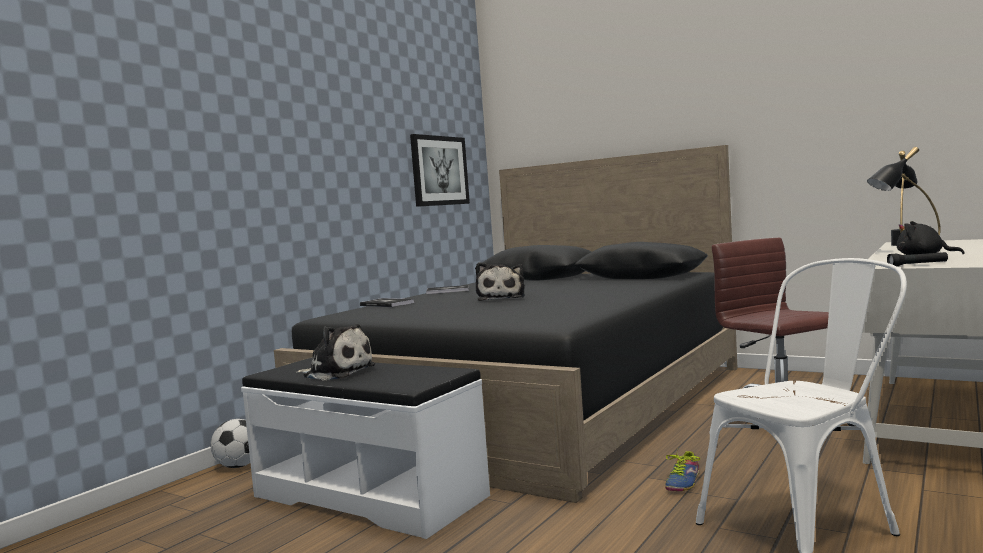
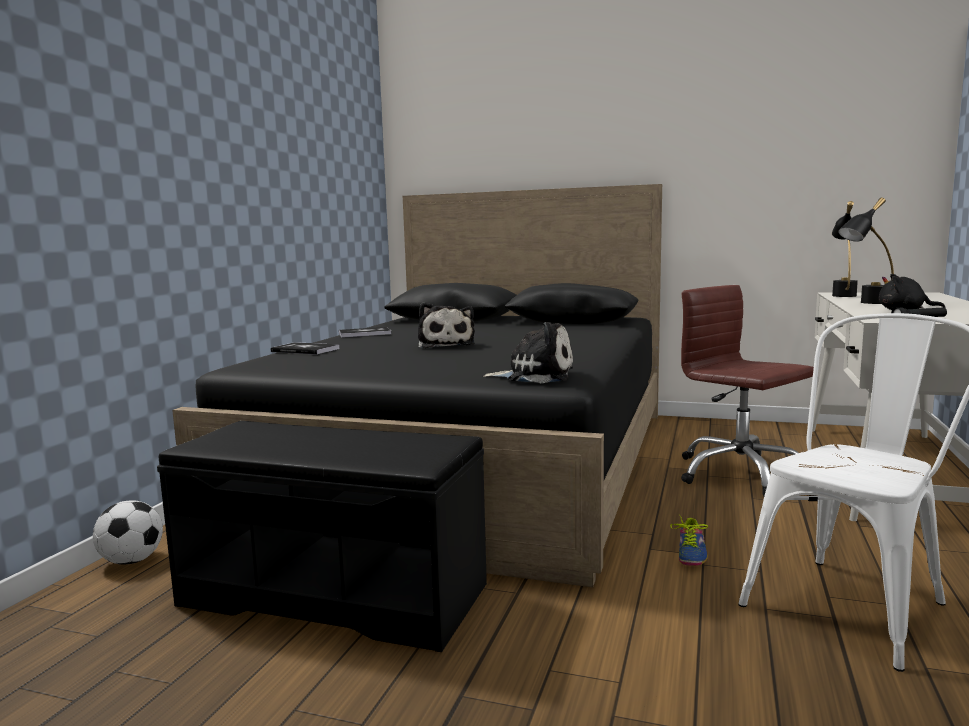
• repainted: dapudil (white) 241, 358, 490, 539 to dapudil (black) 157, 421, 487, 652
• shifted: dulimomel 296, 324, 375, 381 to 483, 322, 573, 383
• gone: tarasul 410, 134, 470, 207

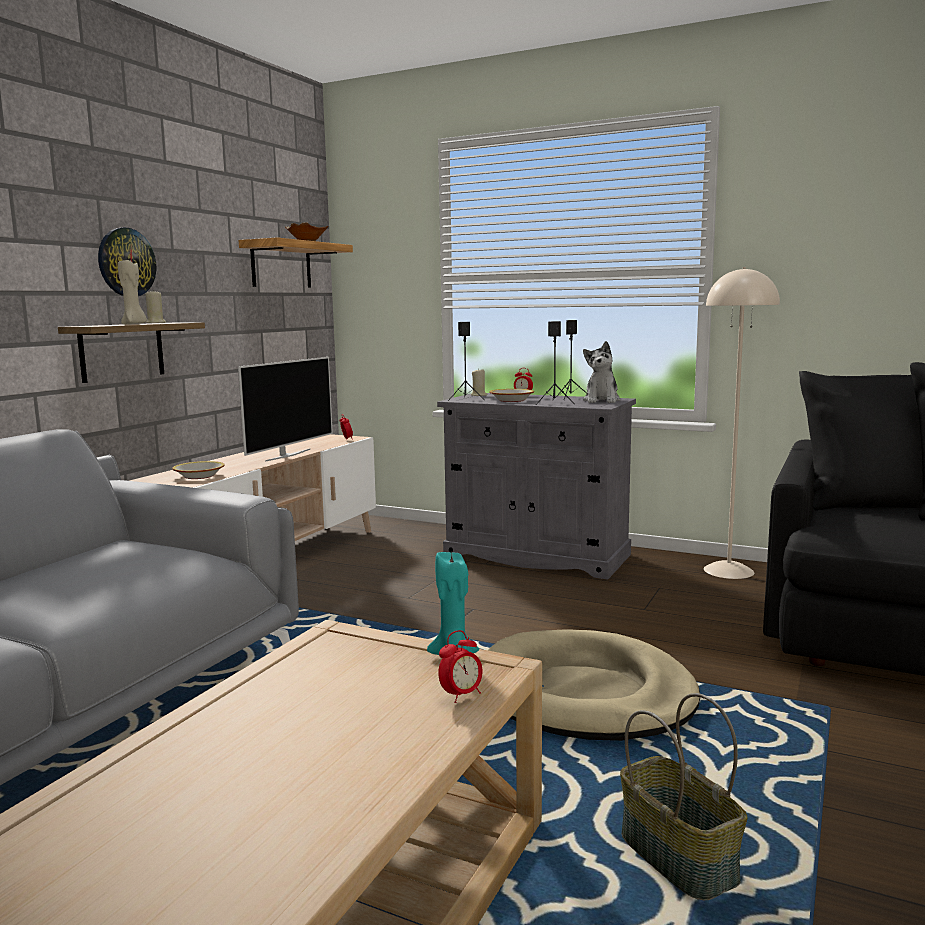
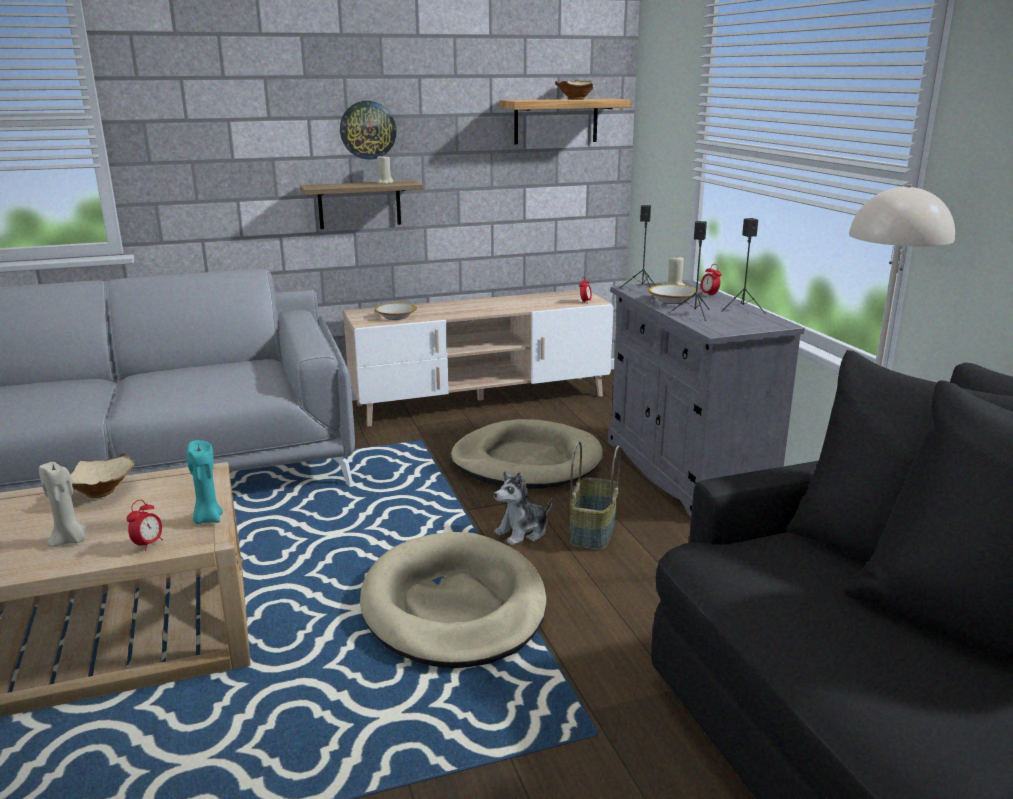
• shifted: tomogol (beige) 118, 260, 147, 324 to 39, 461, 87, 547
• gone: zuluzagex 238, 357, 333, 462
• rotated: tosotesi 438, 630, 483, 703 = 127, 500, 163, 551 75 degrees counterclockwise
• shifted: dulimomel 583, 341, 621, 403 to 494, 471, 552, 545
• shifted: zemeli 620, 693, 747, 900 to 570, 441, 621, 550
• new: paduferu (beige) 70, 453, 135, 498
• new: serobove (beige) 451, 419, 603, 489

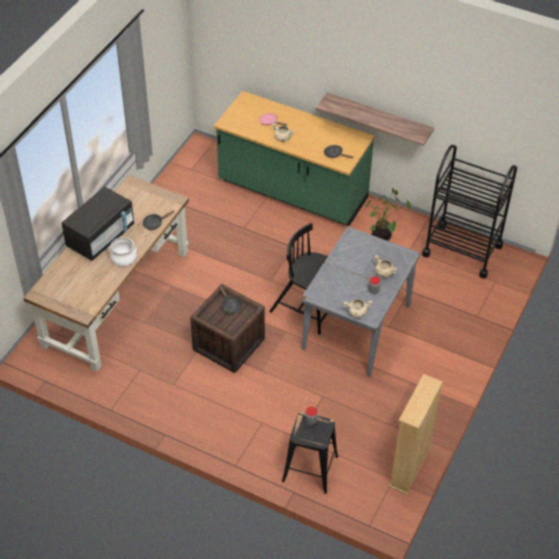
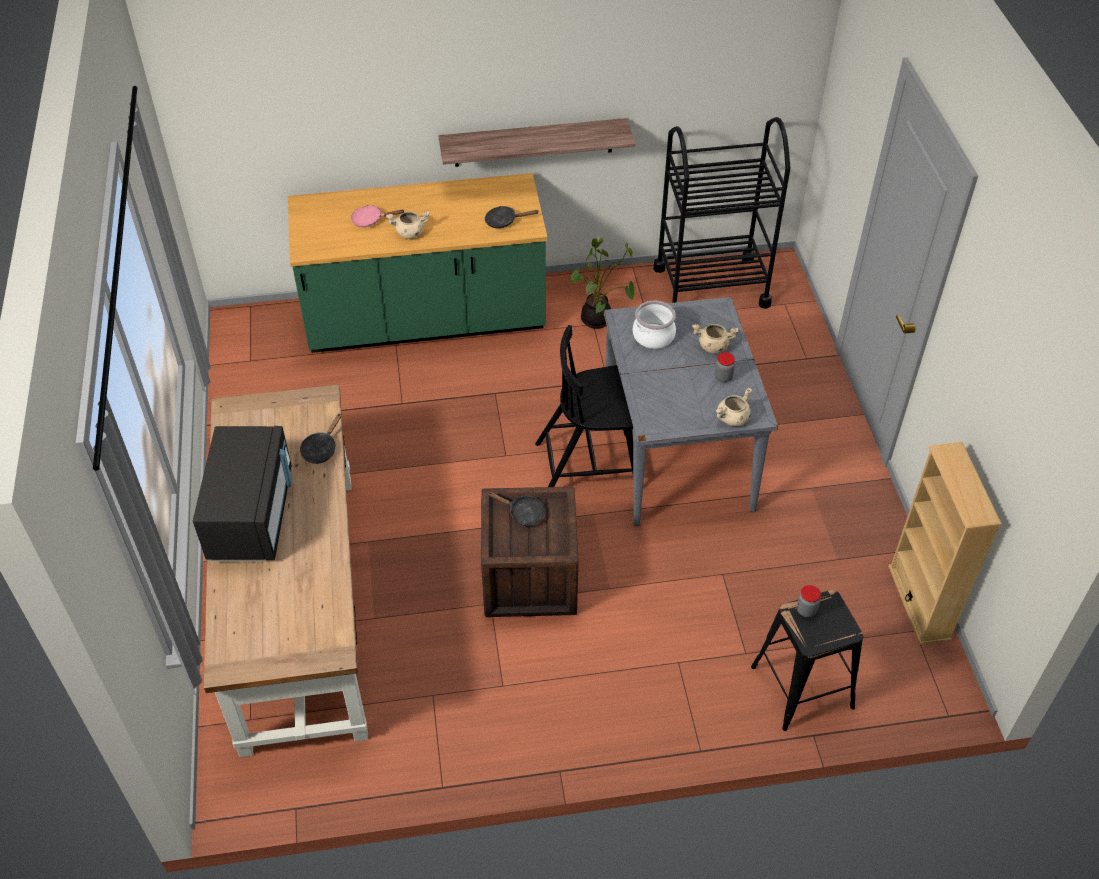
• shifted: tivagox 109, 237, 137, 266 to 633, 301, 676, 349

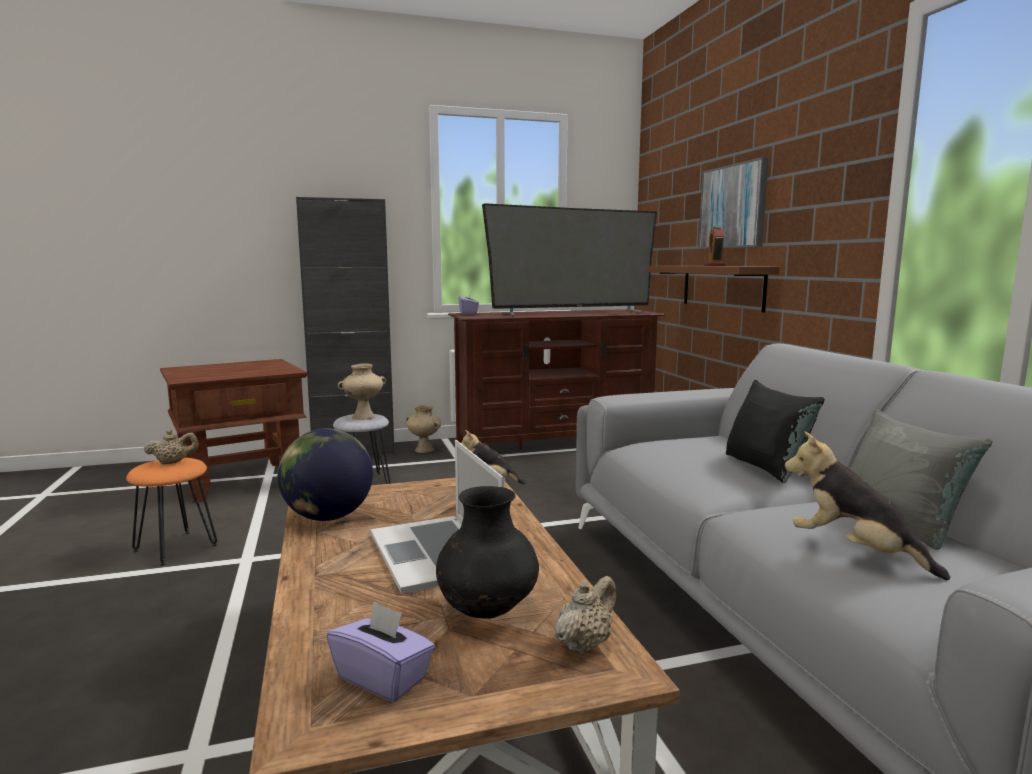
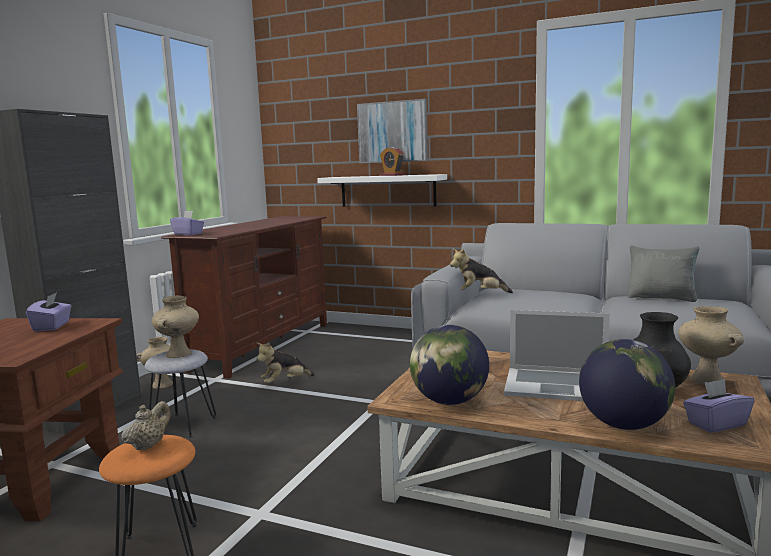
• gone: zuluzagex 482, 203, 657, 317
• swapped: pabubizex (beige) 555, 576, 616, 654 to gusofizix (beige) 678, 306, 744, 385
• repainted: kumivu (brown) 646, 266, 780, 312 to kumivu (white) 317, 174, 447, 207
• gone: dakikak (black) 726, 380, 825, 483
• shifted: dulimomel 784, 431, 950, 580 to 450, 248, 513, 293
• new: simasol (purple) 26, 292, 71, 332
• new: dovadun 579, 339, 675, 430

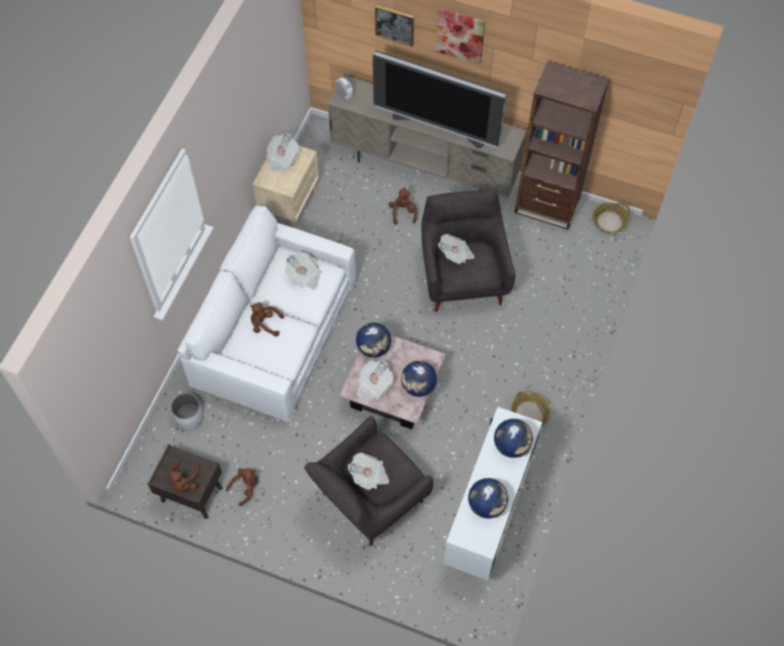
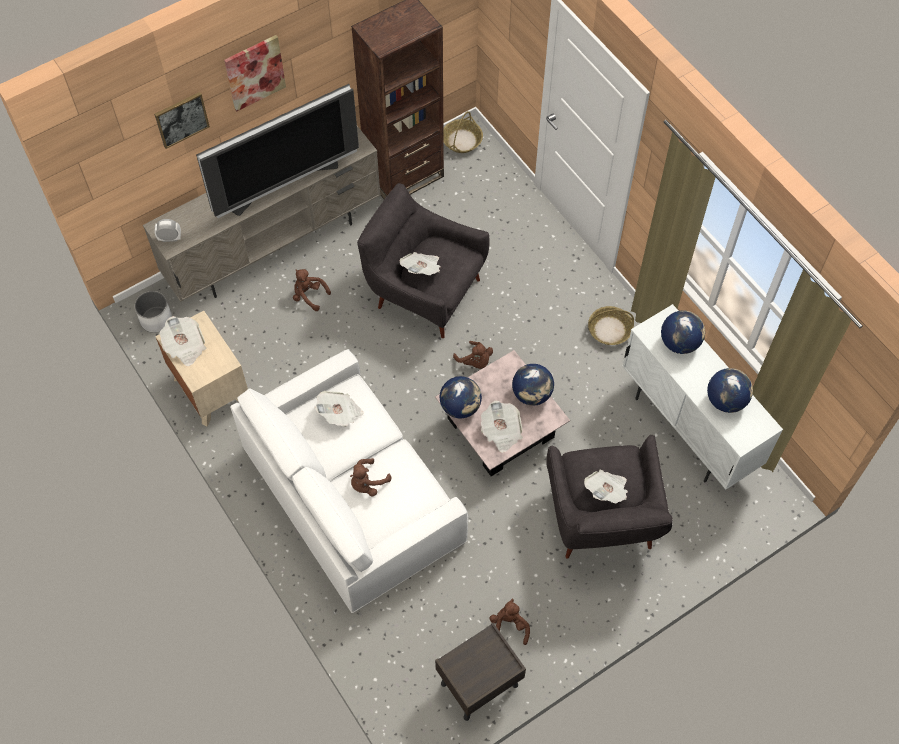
• shifted: dulimomel (brown) 168, 462, 200, 493 to 453, 341, 493, 369
• shifted: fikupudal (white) 171, 393, 203, 429 to 135, 291, 172, 333

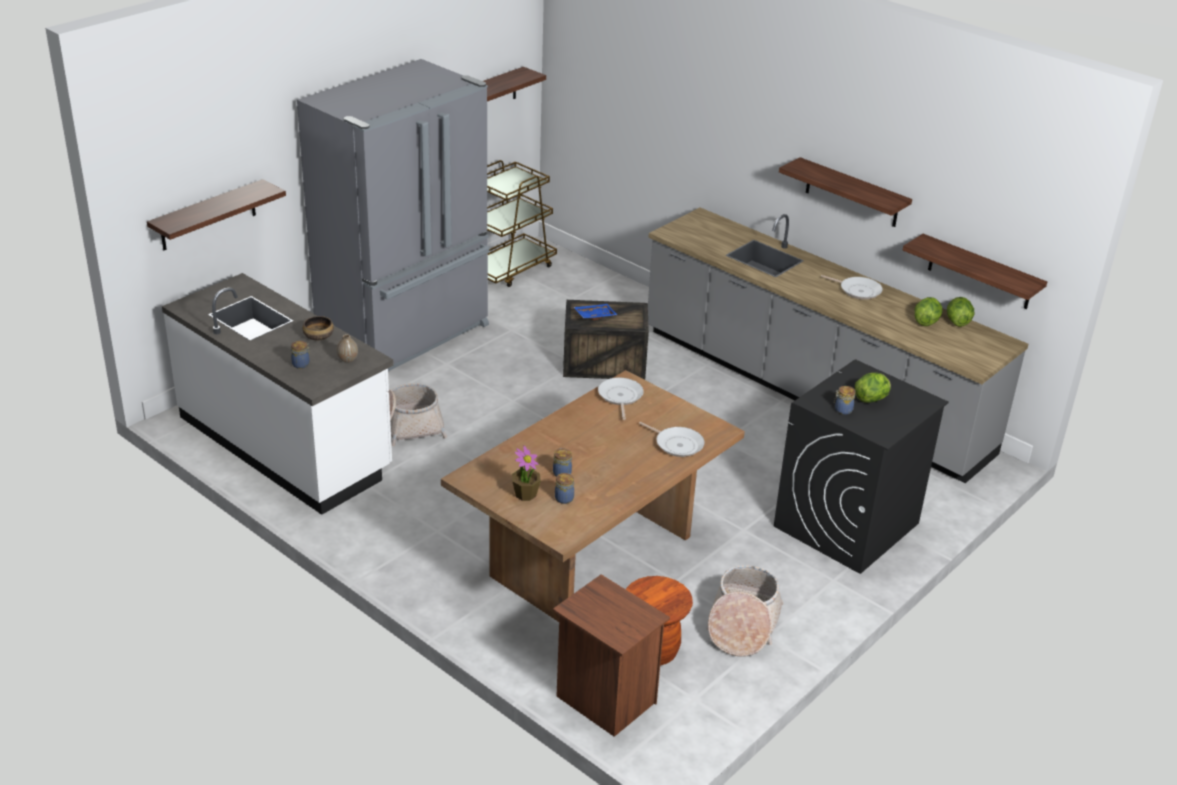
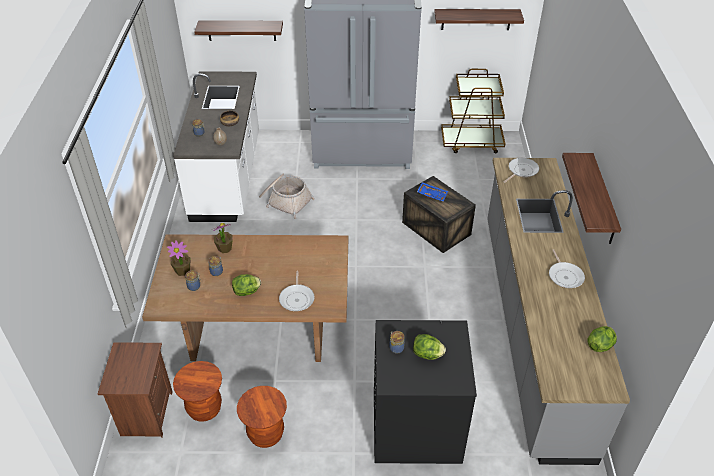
• shifted: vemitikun 598, 377, 644, 420 to 504, 158, 539, 183
• swapped: zemeli 707, 565, 784, 657 to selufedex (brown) 237, 386, 287, 448
• gone: kumivu 903, 234, 1047, 309
• shifted: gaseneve 915, 297, 943, 326 to 232, 274, 261, 296
• new: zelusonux 213, 223, 233, 253

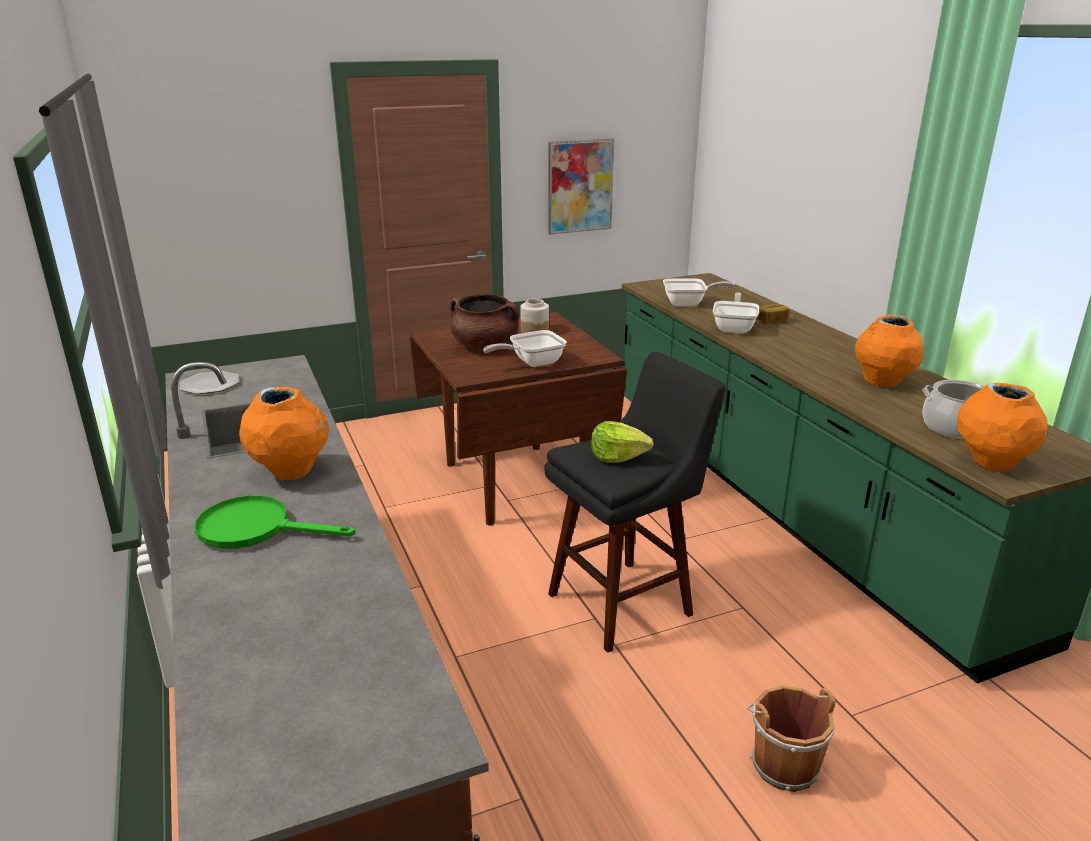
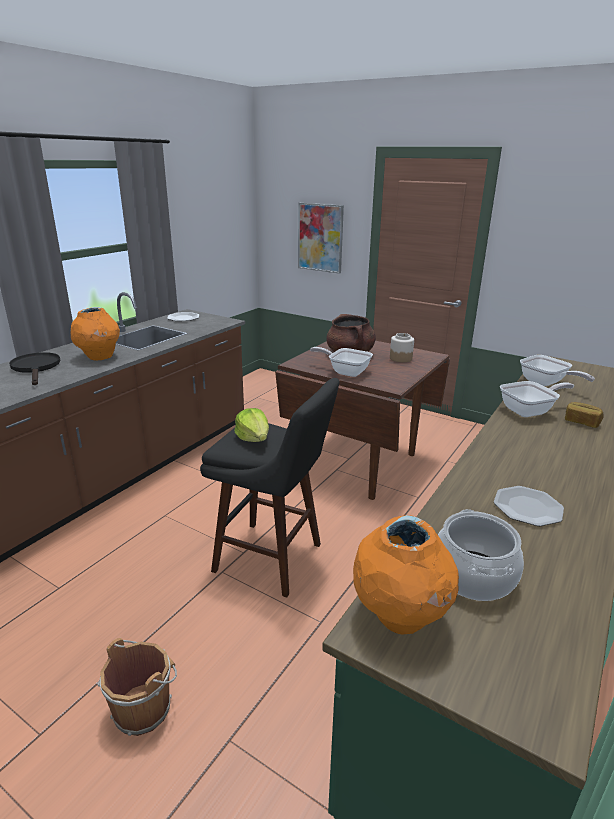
• repainted: vemitikun (green) 195, 495, 356, 549 to vemitikun (black) 9, 352, 60, 385
• shifted: tarasul 548, 138, 614, 235 to 298, 203, 344, 274
• swapped: gusofizix (orange) 855, 315, 923, 387 to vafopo 494, 486, 564, 526

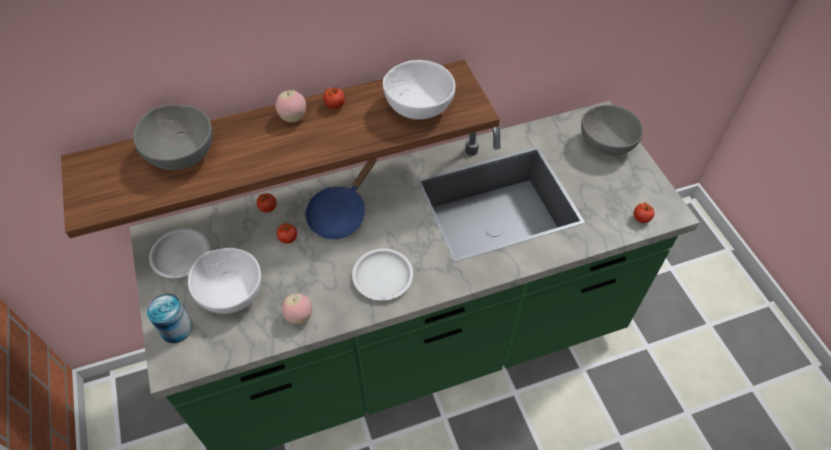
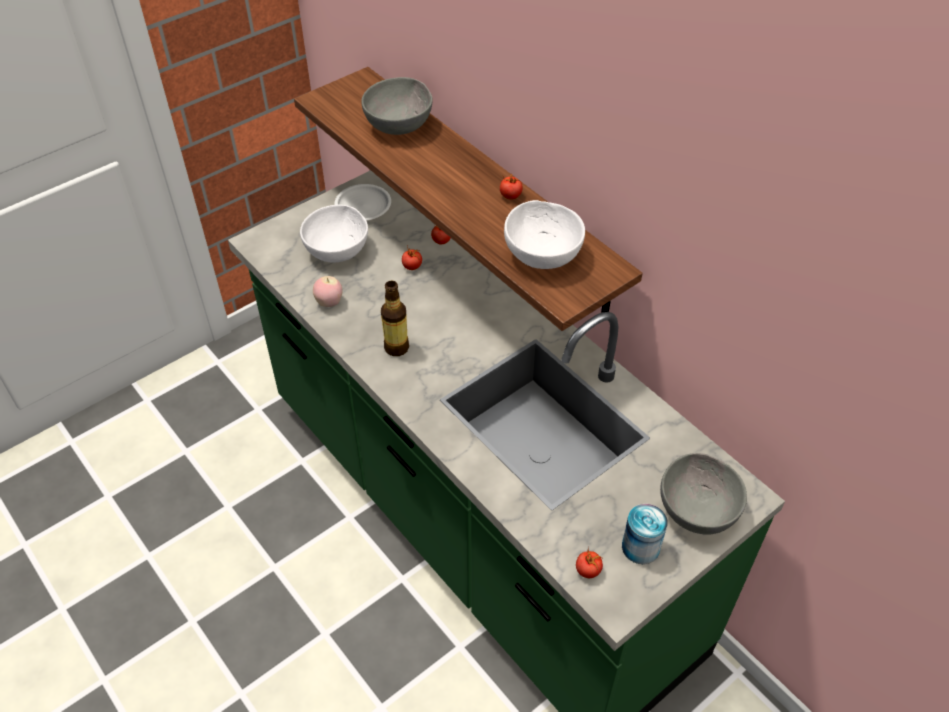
• shifted: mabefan 146, 294, 193, 343 to 622, 504, 668, 564
• gone: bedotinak 275, 90, 306, 122
• gone: vemitikun (blue) 305, 158, 377, 239
• swapped: vafopo (white) 352, 248, 413, 300 to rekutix 381, 281, 409, 356

